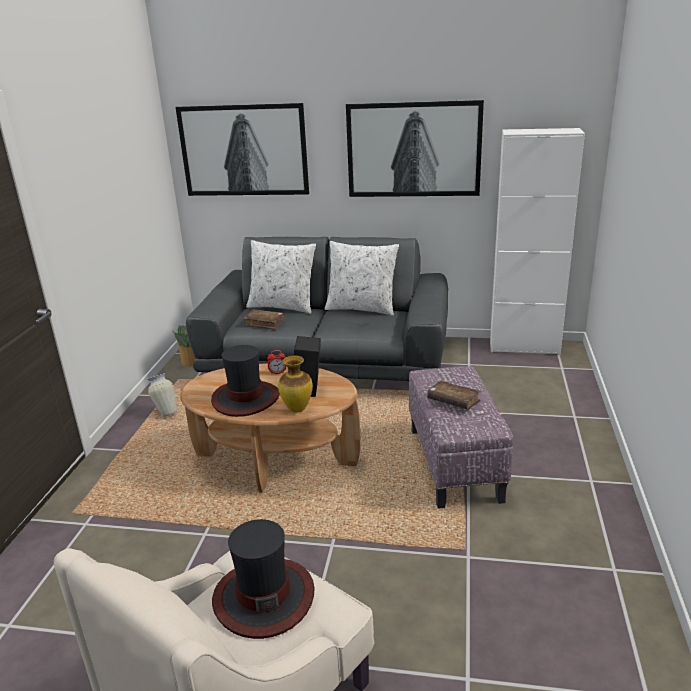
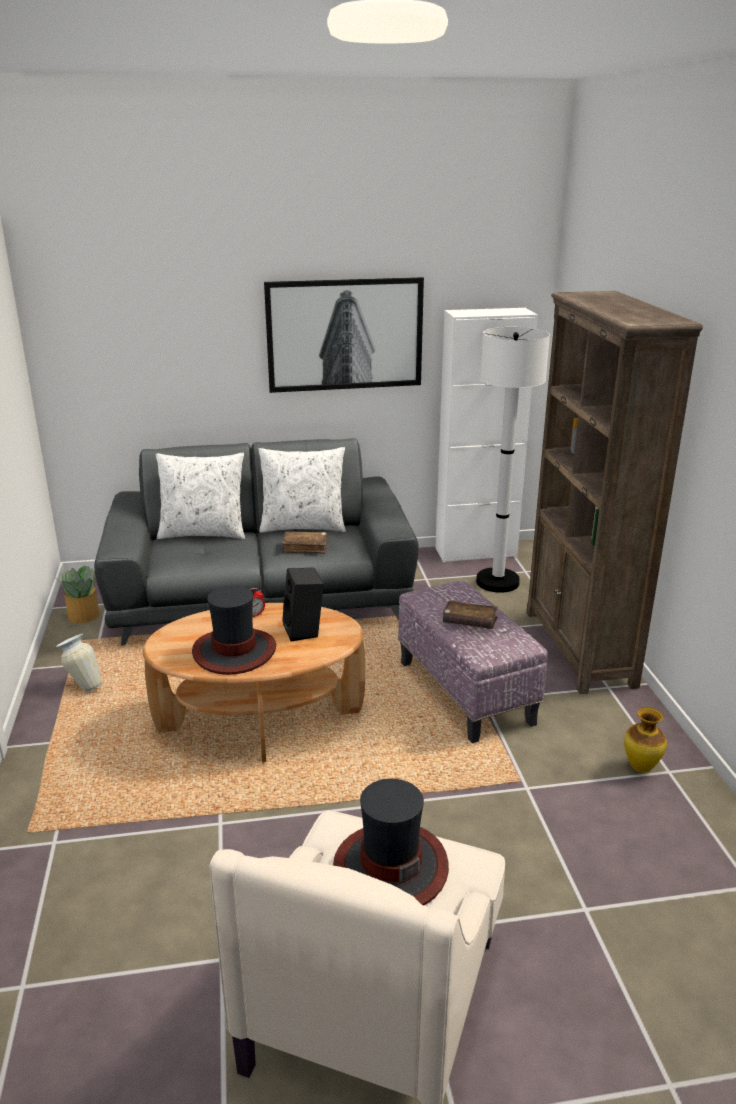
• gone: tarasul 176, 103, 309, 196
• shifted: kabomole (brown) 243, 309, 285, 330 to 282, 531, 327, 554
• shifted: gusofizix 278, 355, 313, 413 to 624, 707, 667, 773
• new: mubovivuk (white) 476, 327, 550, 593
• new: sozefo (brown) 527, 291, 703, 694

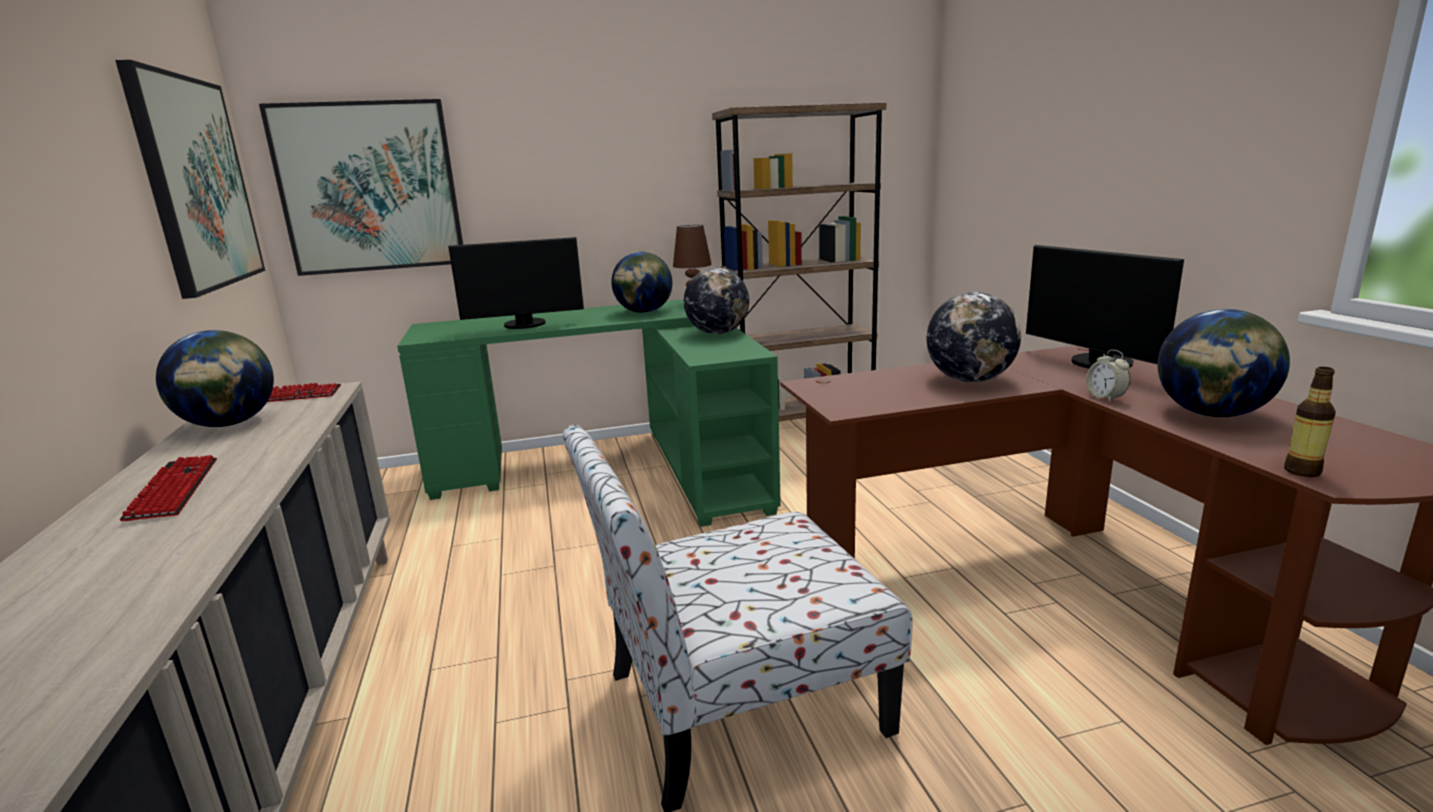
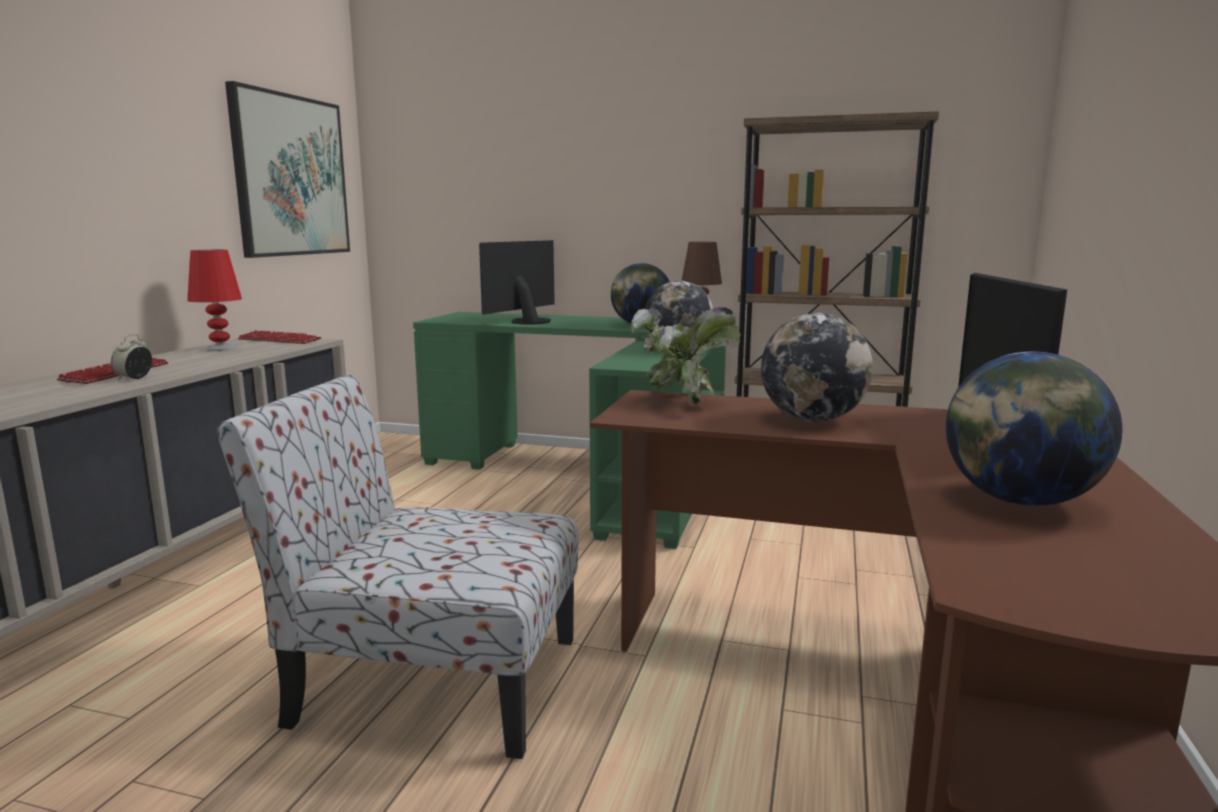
• swapped: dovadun 156, 330, 274, 427 to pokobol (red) 187, 250, 242, 351
• gone: tarasul 259, 99, 463, 276
• rotated: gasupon 448, 237, 584, 329 = 479, 240, 555, 325 105 degrees clockwise
• shifted: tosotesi 1086, 350, 1130, 402 to 111, 334, 152, 380
• gone: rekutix 1284, 367, 1336, 477
• new: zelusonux 631, 307, 741, 404

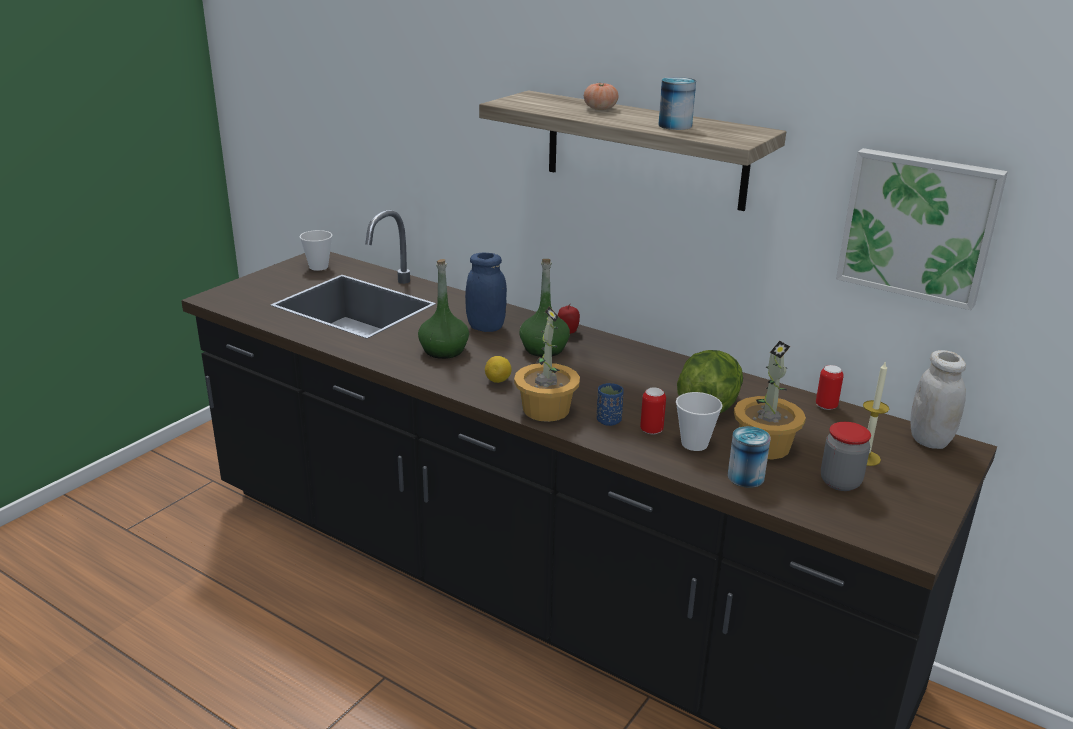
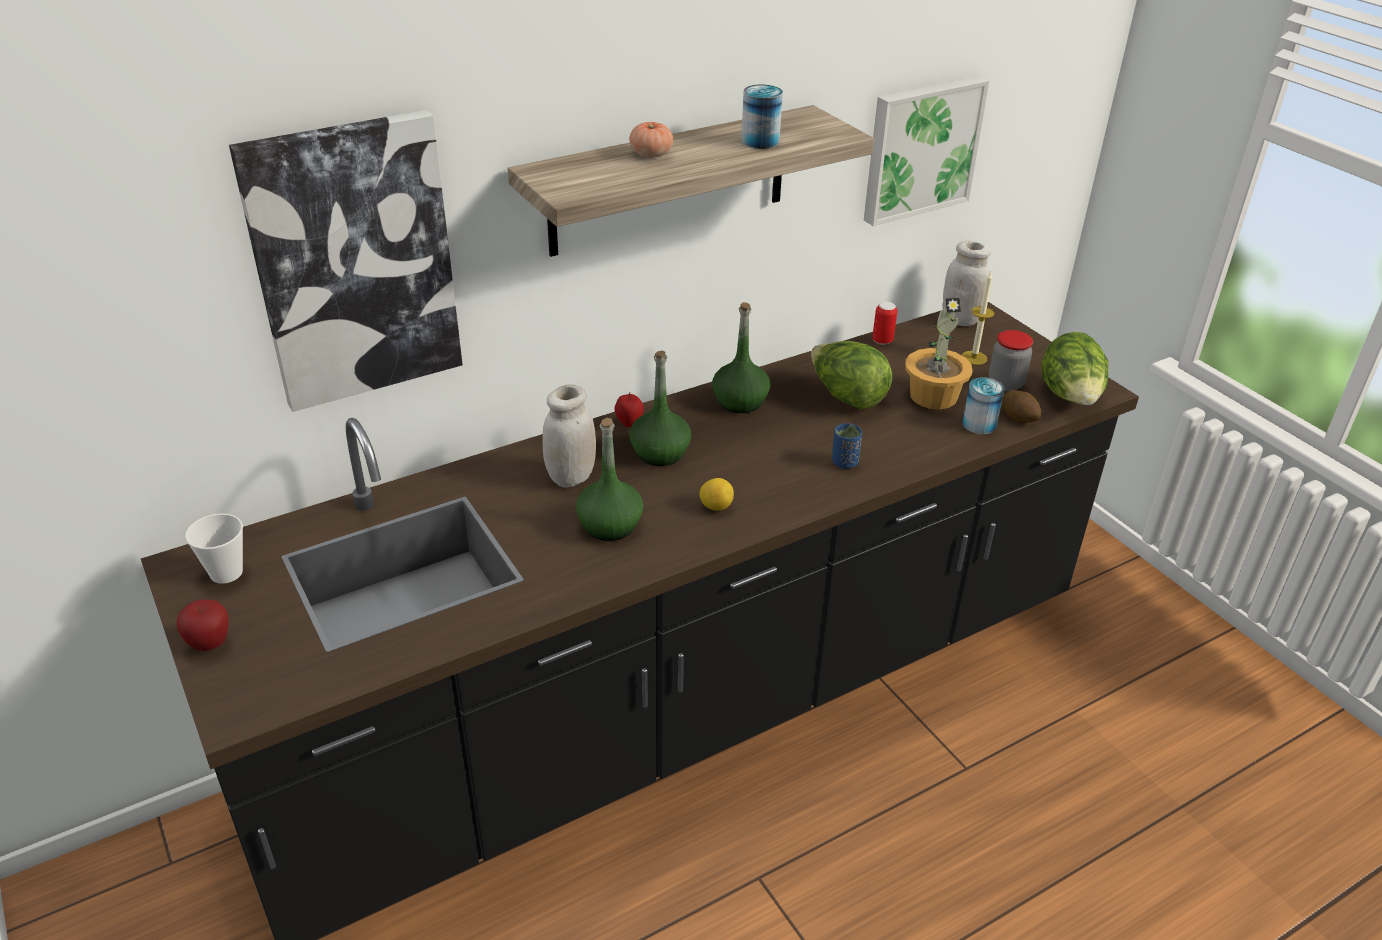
• repainted: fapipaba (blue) 465, 252, 507, 332 to fapipaba (white) 542, 385, 596, 488
• gone: zelusonux 514, 307, 580, 422
• gone: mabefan 640, 387, 666, 435
• gone: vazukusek 676, 392, 723, 451
• new: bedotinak 176, 600, 229, 651
• new: tarasul 229, 110, 463, 412
• new: rekutix (green) 712, 302, 770, 413
• new: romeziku 1002, 390, 1041, 423
• new: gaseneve 1041, 332, 1108, 405

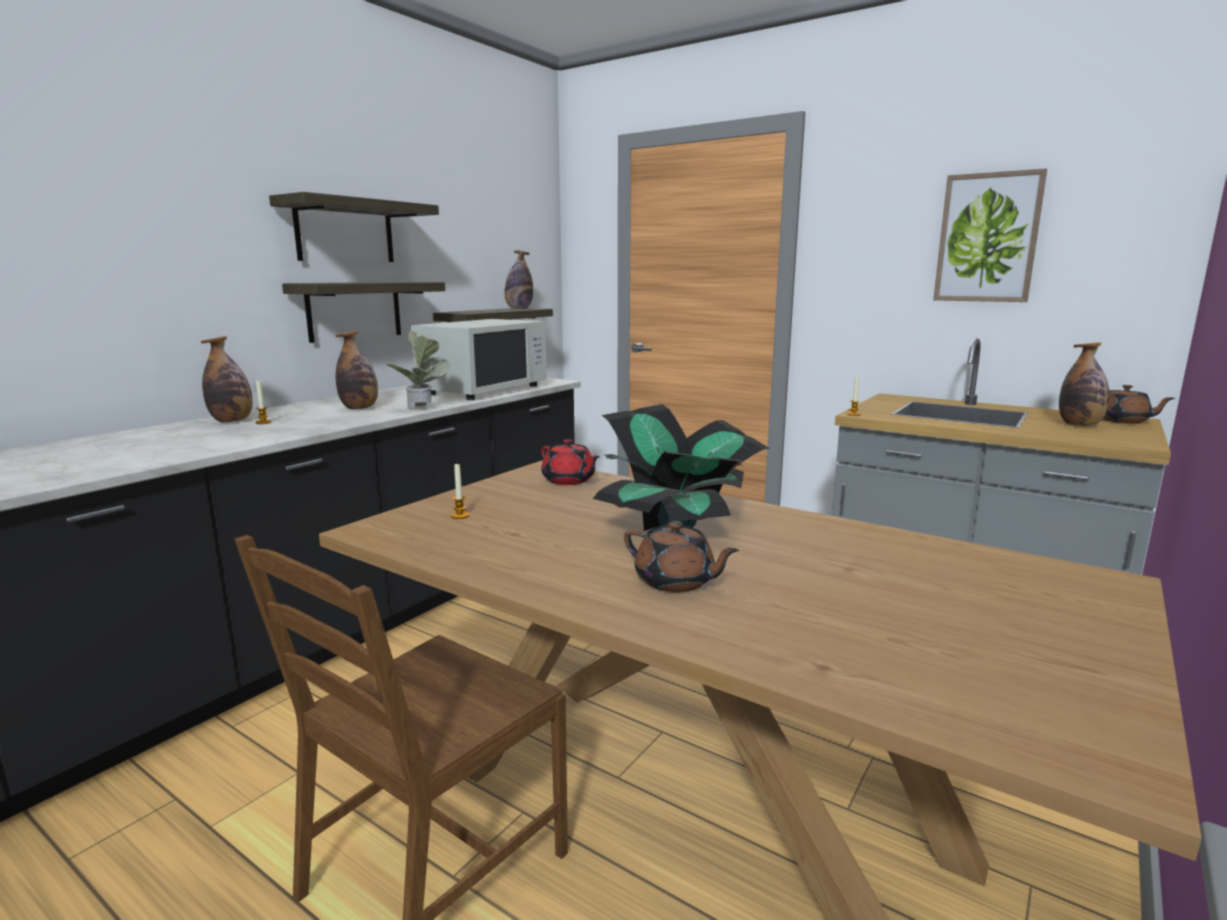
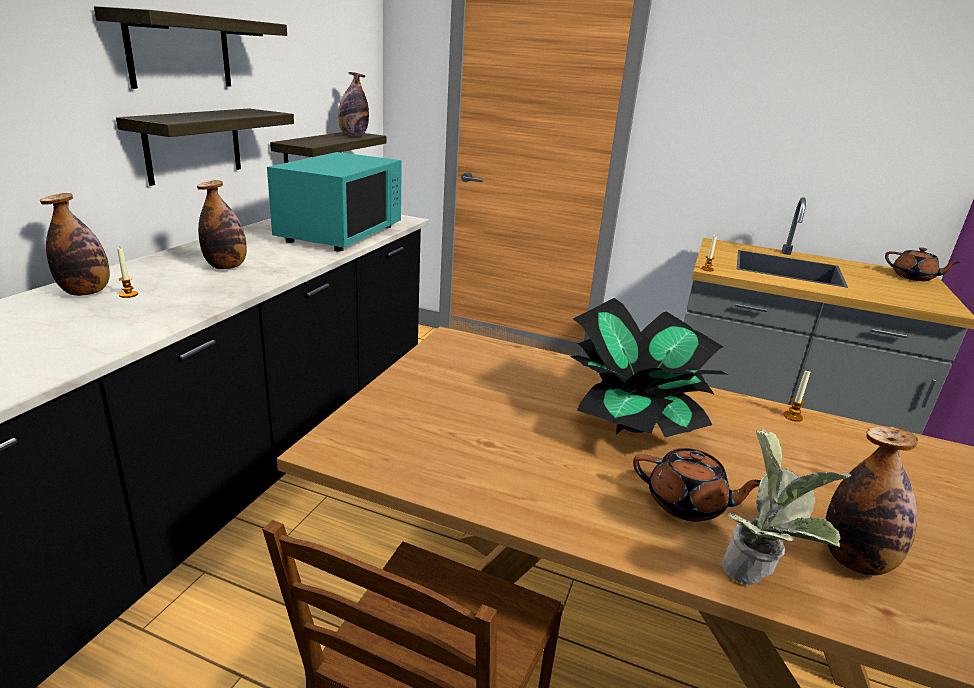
• shifted: zelusonux 385, 331, 451, 409 to 722, 429, 851, 586
• repainted: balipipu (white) 411, 319, 547, 400 to balipipu (turquoise) 267, 152, 402, 251
• shifted: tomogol 451, 464, 470, 519 to 783, 371, 810, 422
• gone: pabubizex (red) 541, 439, 600, 485
• gone: tarasul 933, 168, 1047, 302
• shifted: rekutix 1059, 342, 1109, 426 to 826, 426, 918, 576

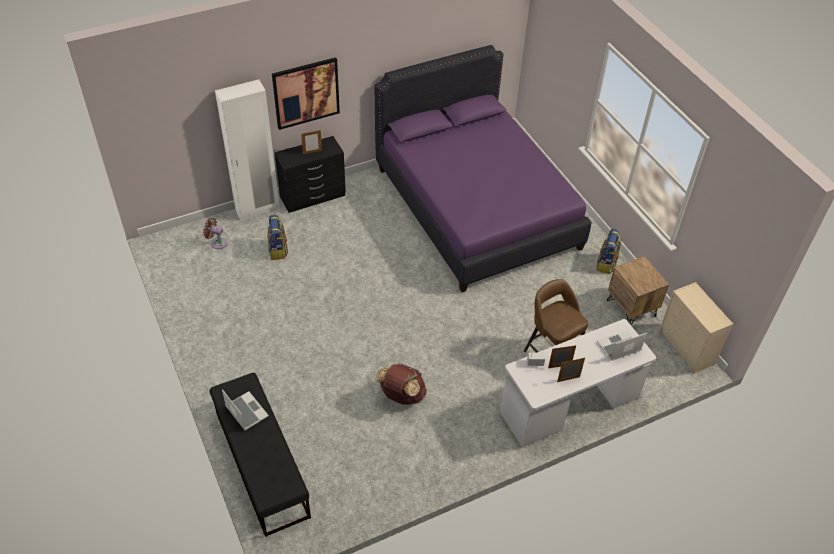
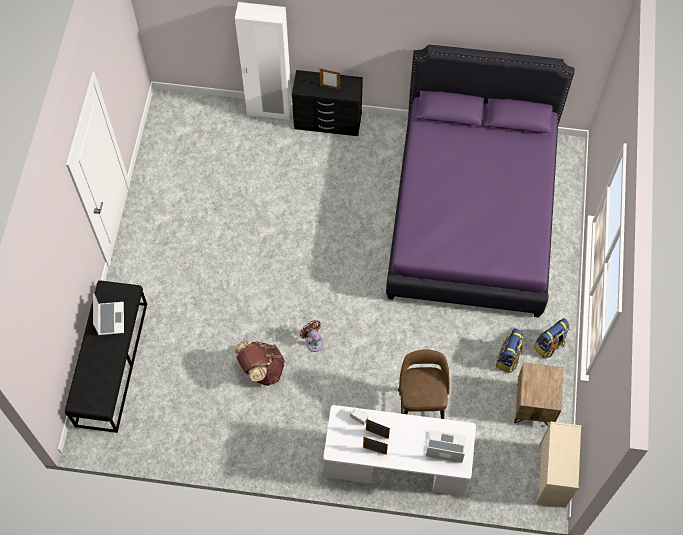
• shifted: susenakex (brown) 203, 218, 227, 249 to 300, 320, 324, 352
• shifted: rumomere 267, 215, 288, 260 to 496, 329, 524, 373
• gone: tarasul 272, 57, 340, 130

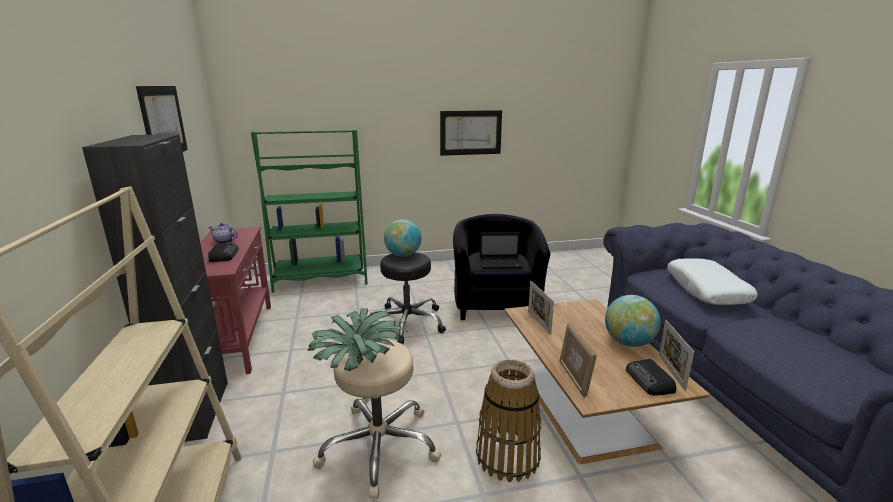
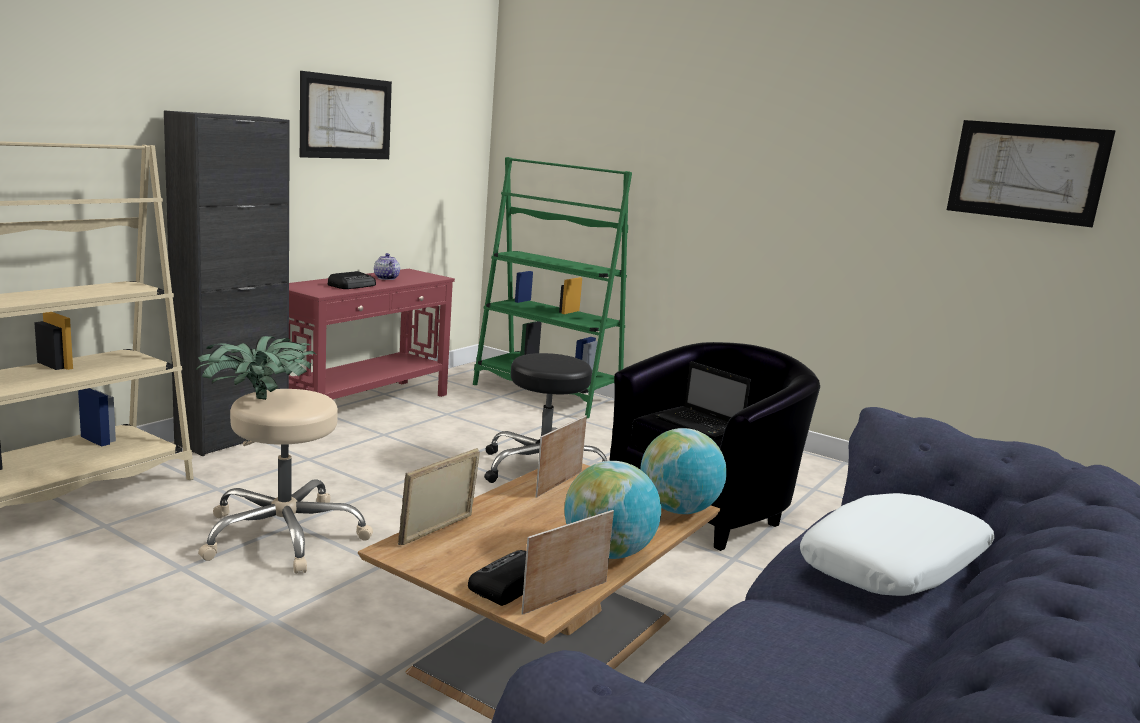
• shifted: dovadun 384, 219, 421, 257 to 640, 428, 727, 514
• shifted: tarasul 440, 110, 502, 156 to 947, 120, 1116, 227
• gone: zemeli 476, 359, 541, 482

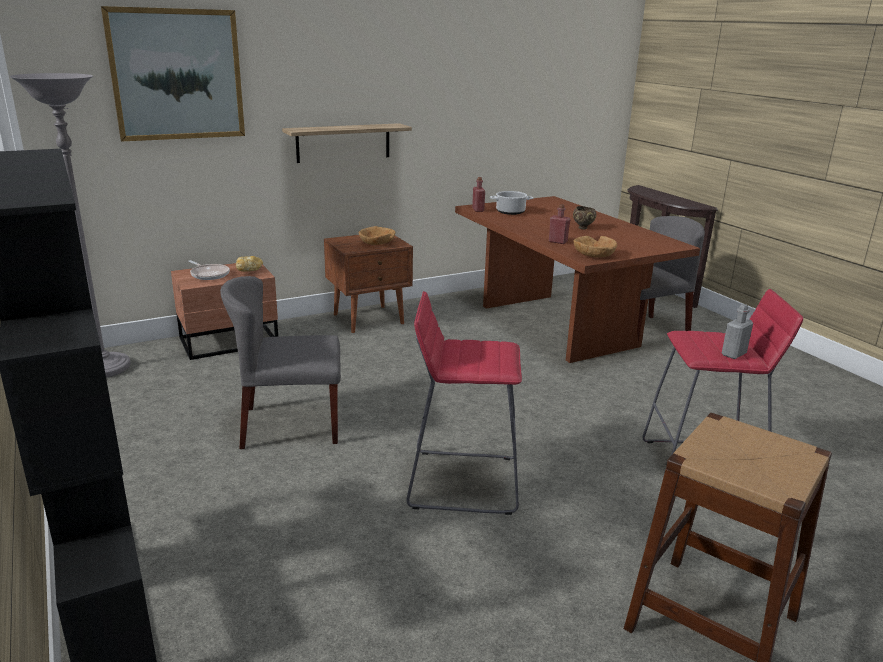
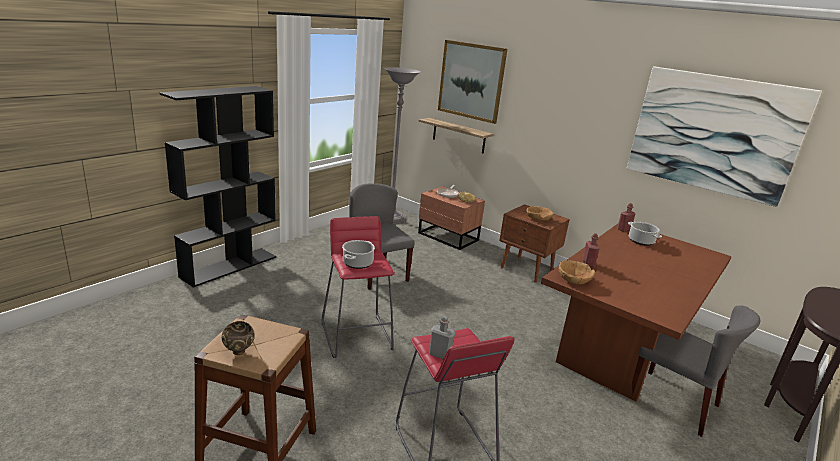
• shifted: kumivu 282, 123, 412, 163 to 418, 118, 493, 153
• shifted: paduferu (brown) 573, 206, 596, 230 to 222, 321, 255, 355
• new: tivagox 342, 240, 375, 269
• new: tarasul 627, 67, 822, 207

